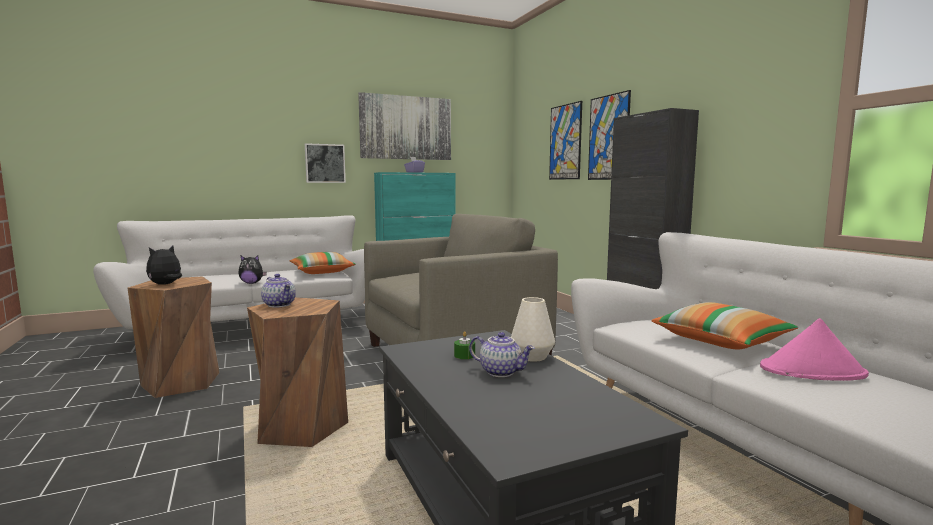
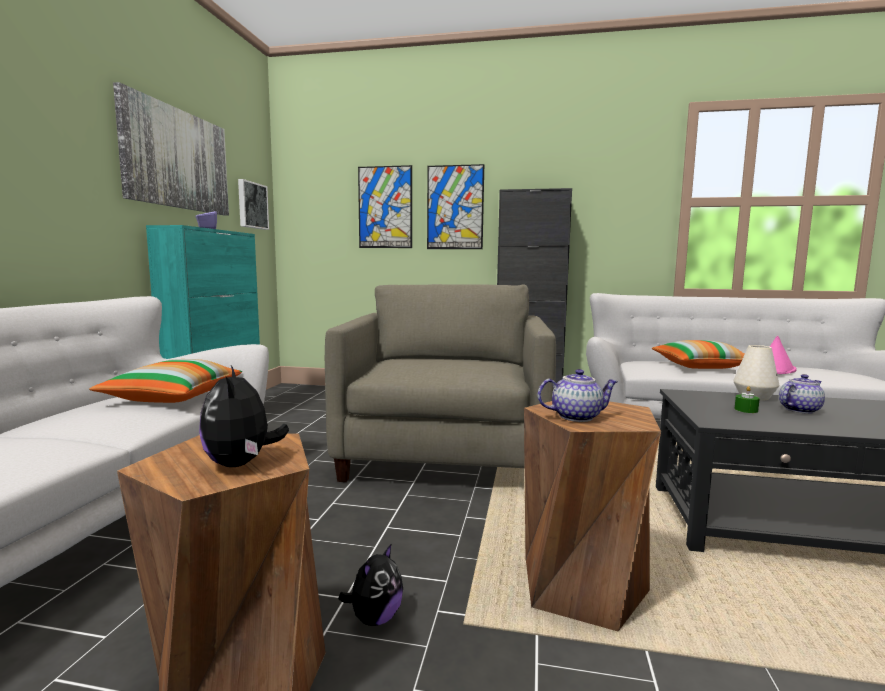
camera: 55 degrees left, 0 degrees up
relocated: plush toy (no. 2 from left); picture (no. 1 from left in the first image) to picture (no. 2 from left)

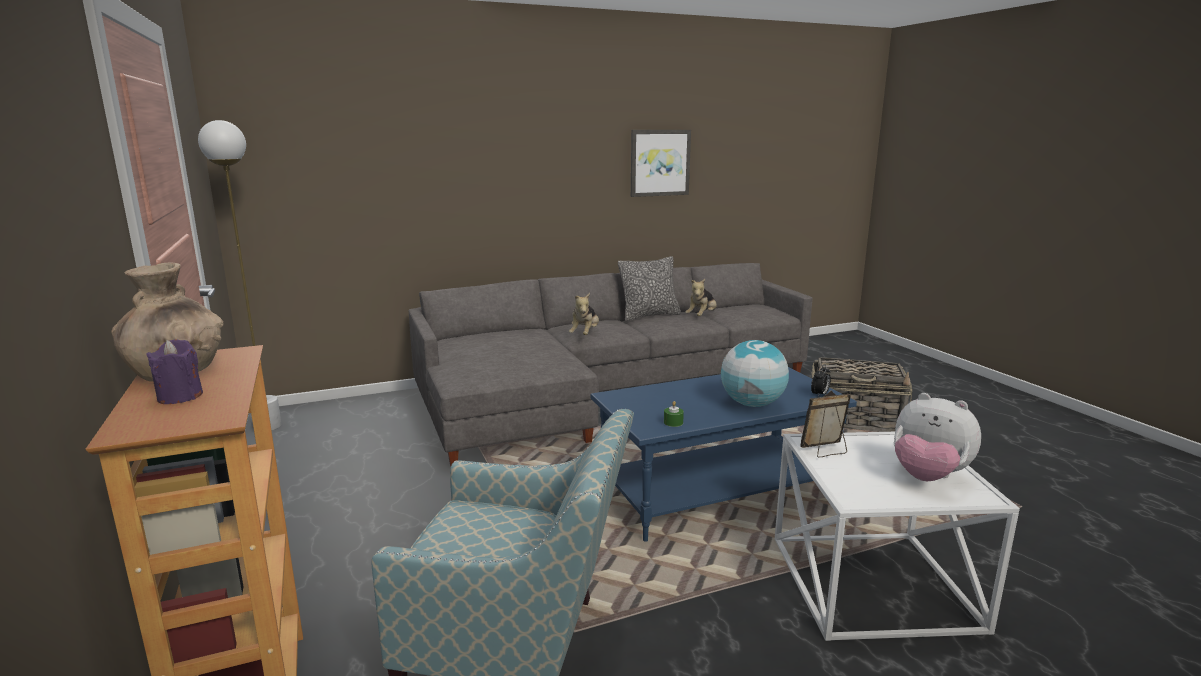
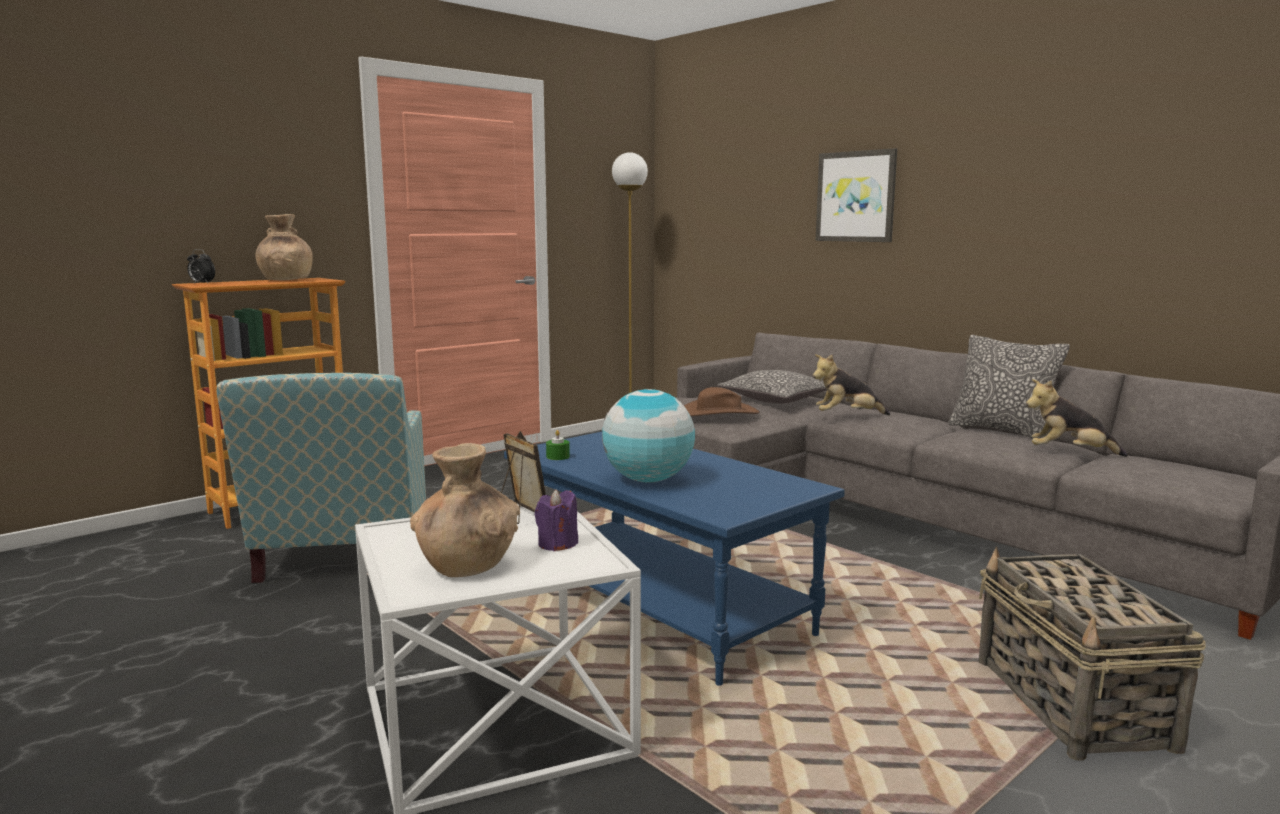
camera: 70 degrees right, 5 degrees down
appeared: brown hat; pillow (no. 1 from left)
relocated: purple candle; picture; alarm clock
exchanged: plush toy (no. 3 from left) to brown vase (no. 2 from left)

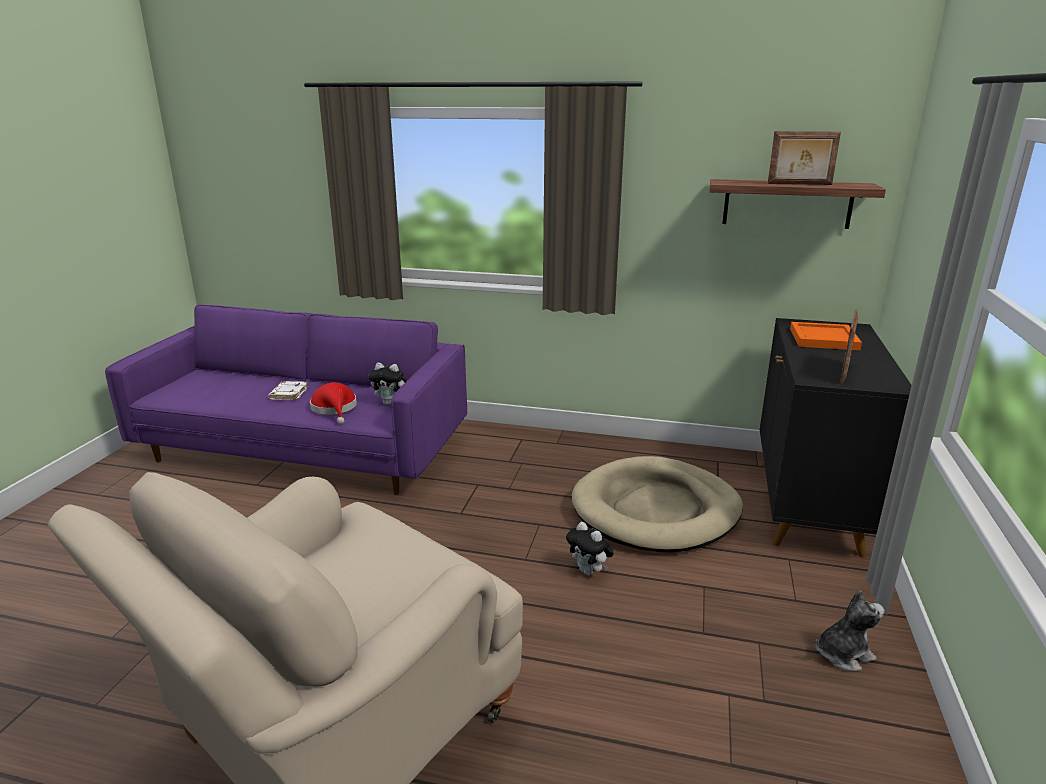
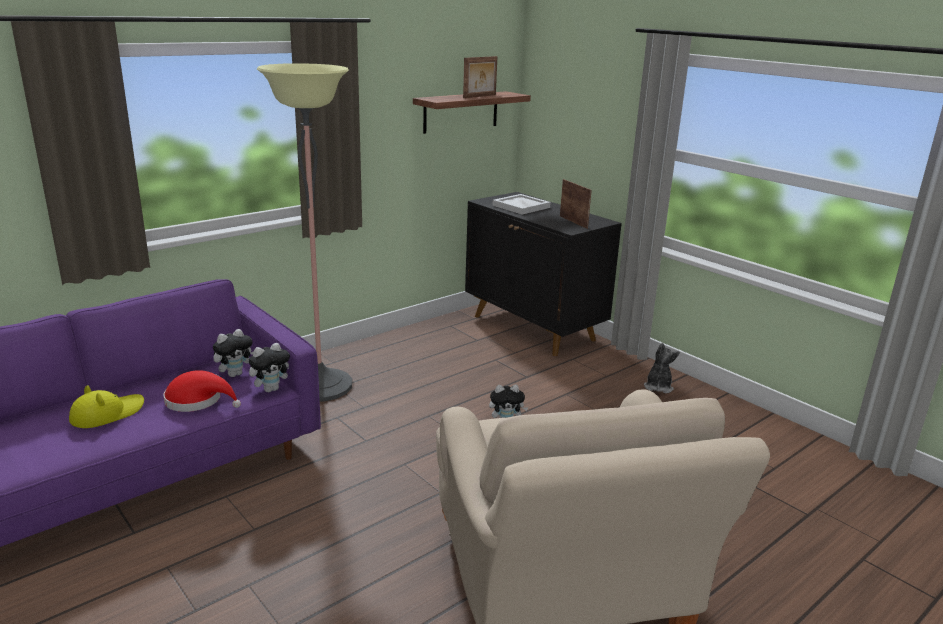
camera: 55 degrees left, 0 degrees up
missing: beige dog bed
appeared: plush toy (no. 2 from left); floor lamp
exchanged: white book to yellow hat
colour: orange tray to white tray

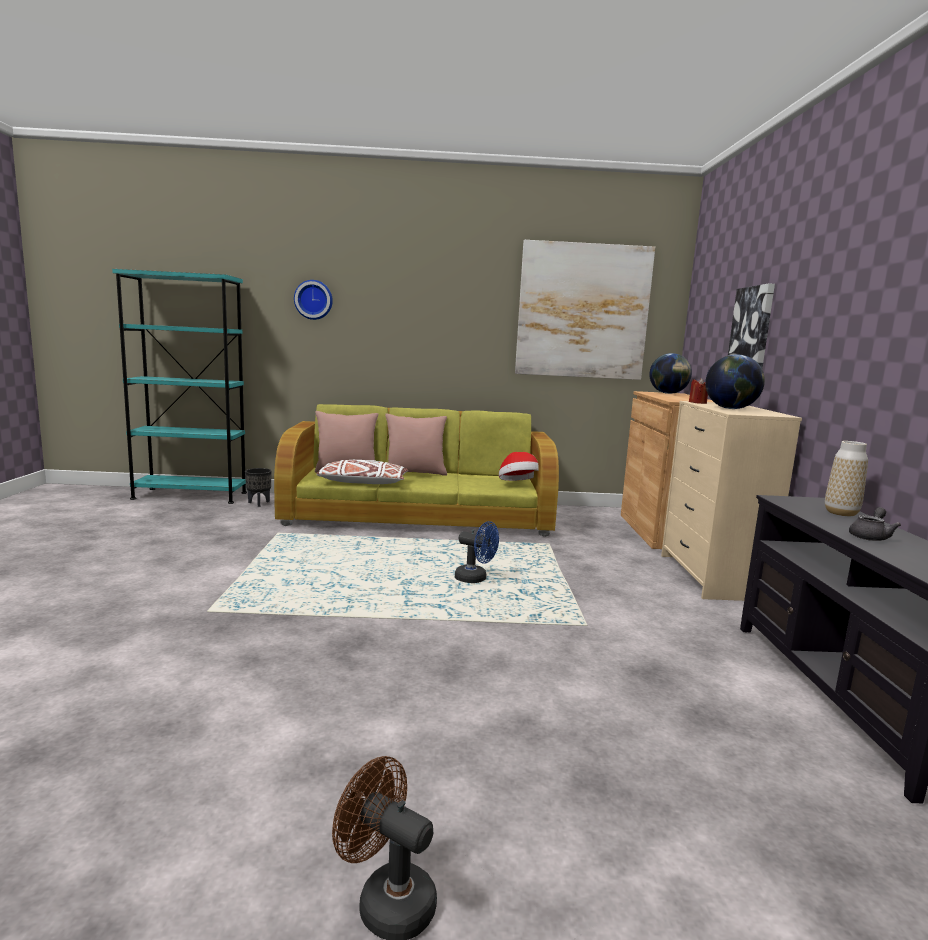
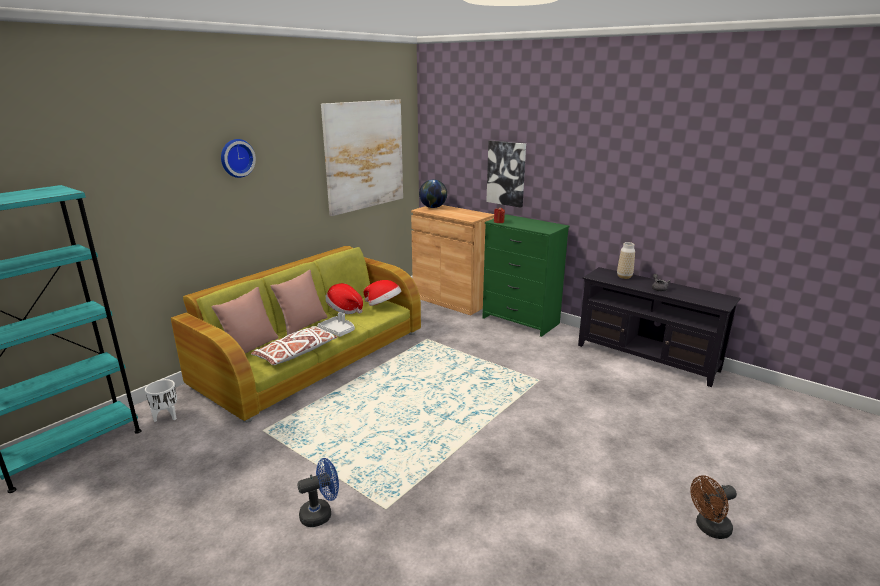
camera: 50 degrees left, 10 degrees up
missing: globe (no. 2 from left)
appeared: grey tray; hat (no. 1 from left)
relocated: wall clock; blue fan
colour: black planter to white planter; beige dresser to green dresser

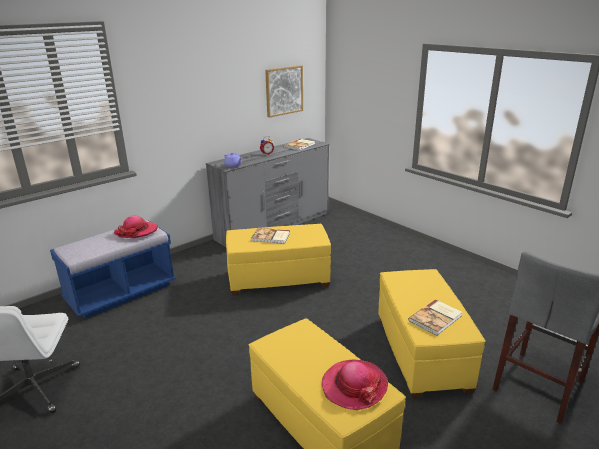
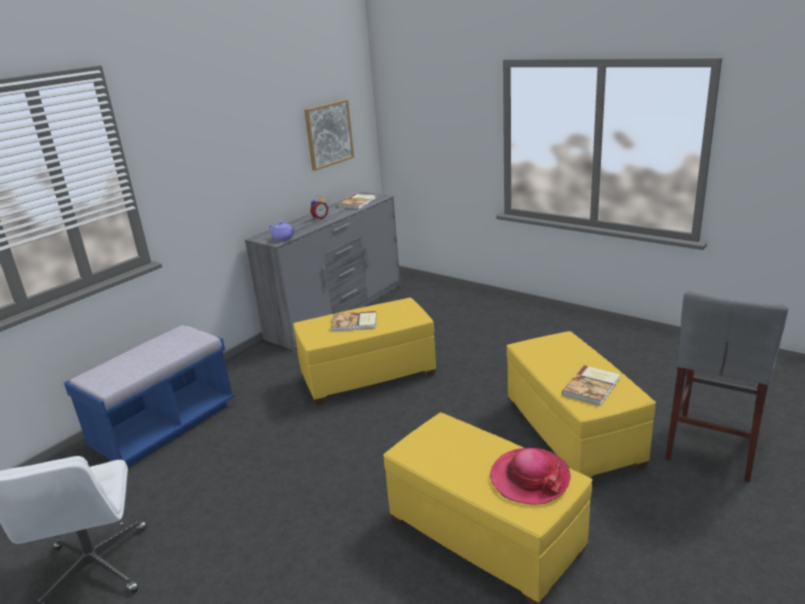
camera: 10 degrees left, 0 degrees up
missing: hat (no. 1 from left)

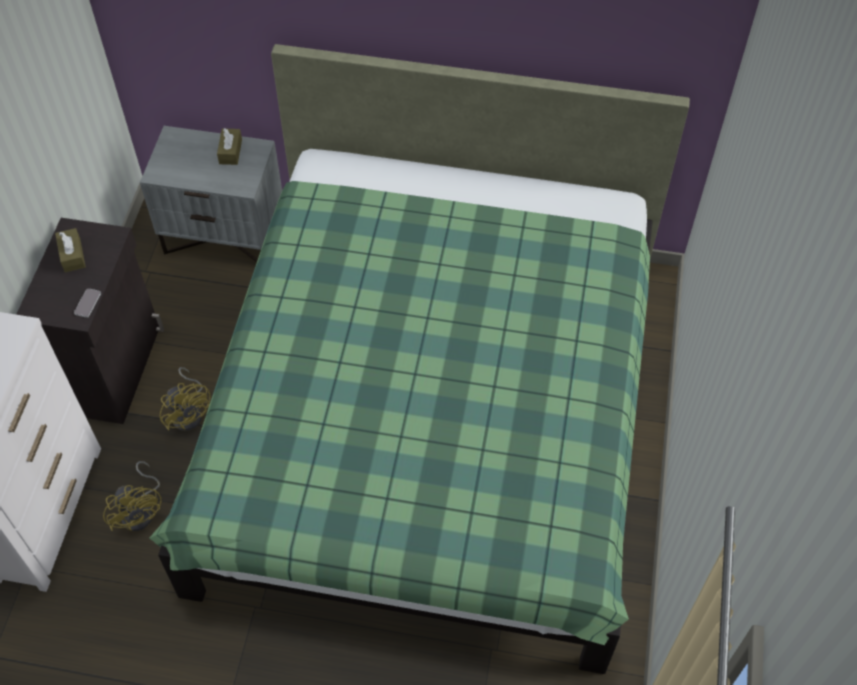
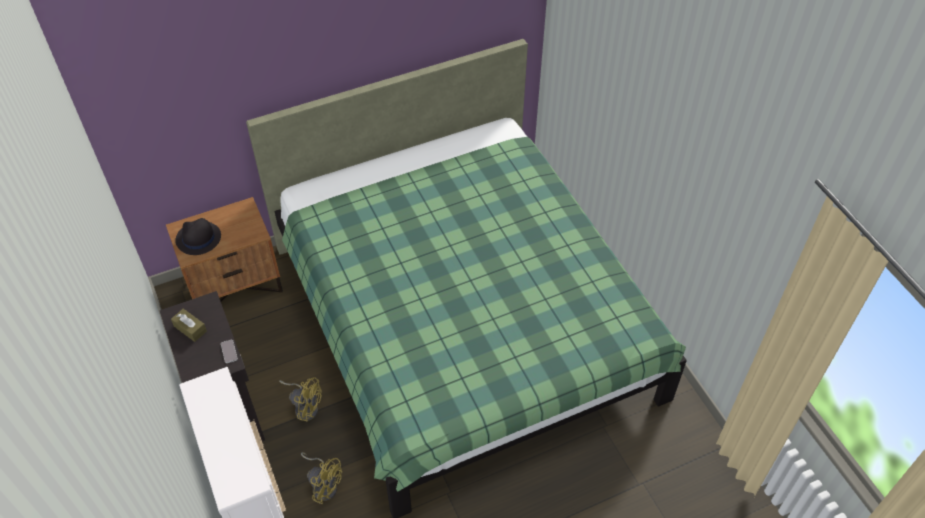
camera: 35 degrees left, 5 degrees down
missing: brown tissue box (no. 2 from left)
appeared: black hat
colour: grey nightstand to brown nightstand

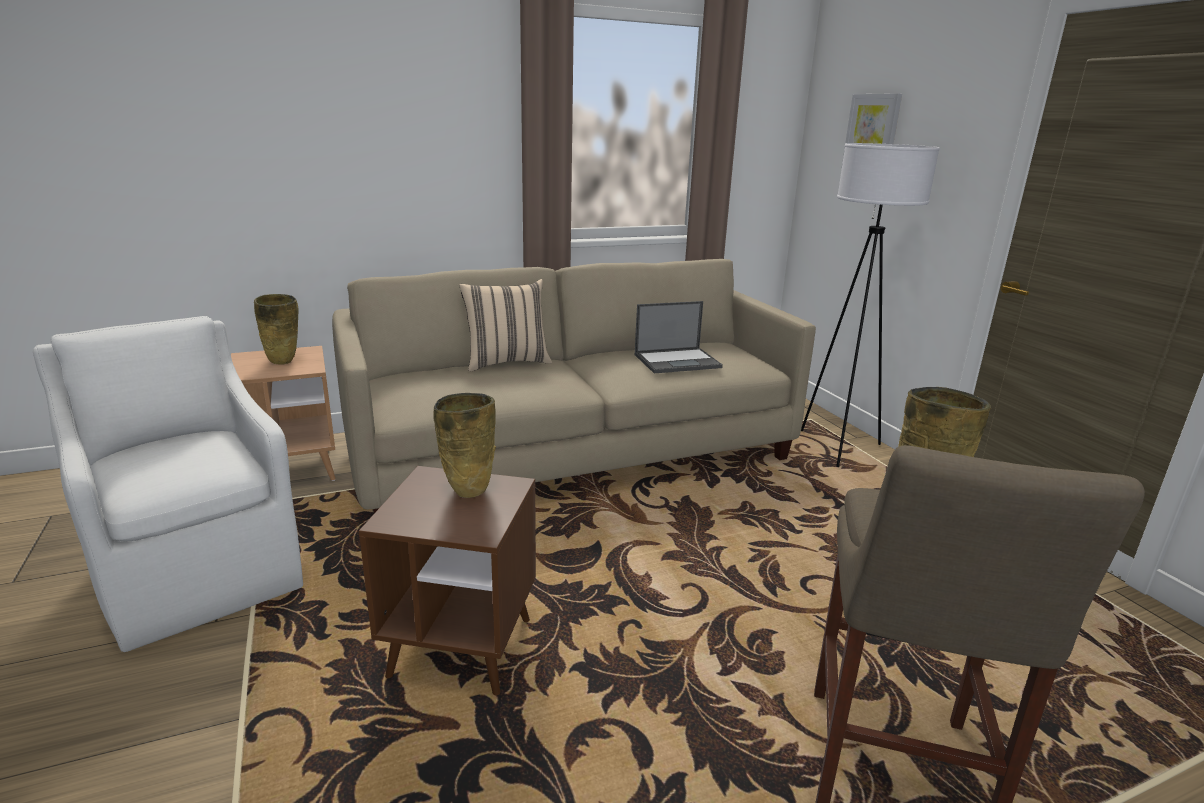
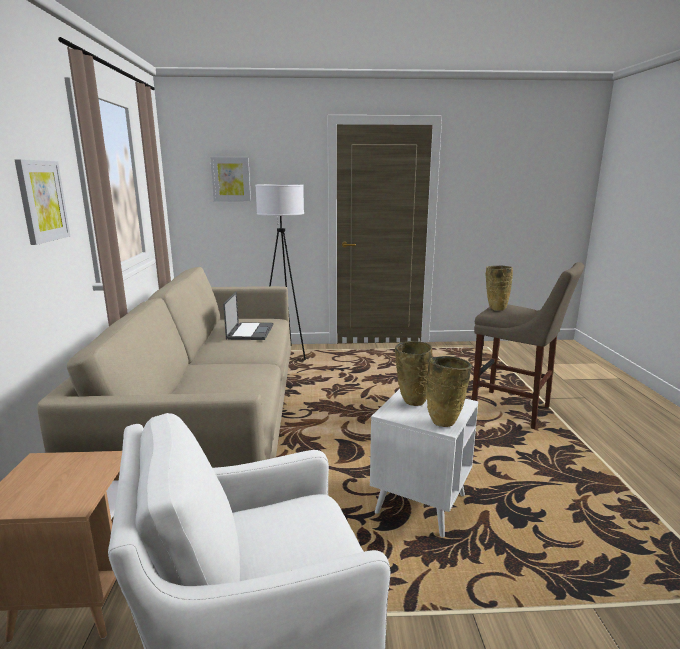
camera: 70 degrees left, 5 degrees down
missing: beige pillow
appeared: picture (no. 1 from left)
relocated: beige vase (no. 1 from left in the first image) to beige vase (no. 2 from left)
colour: brown side table (no. 2 from left) to white side table

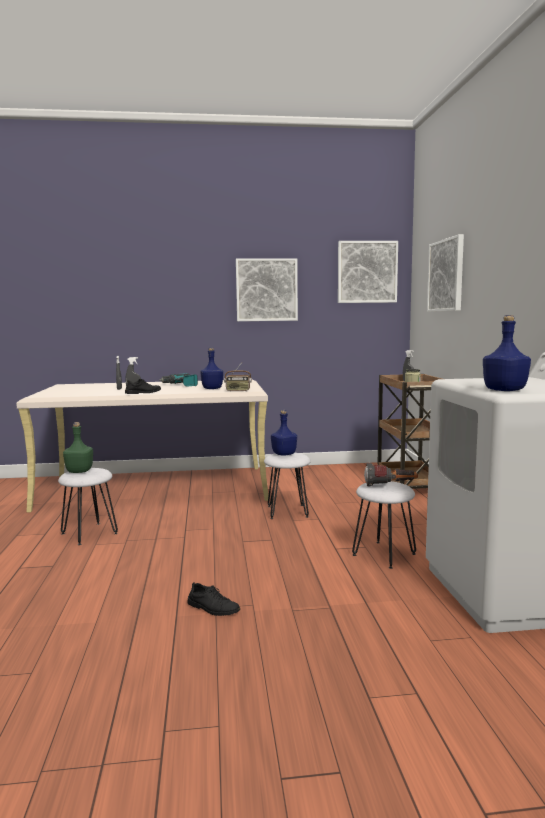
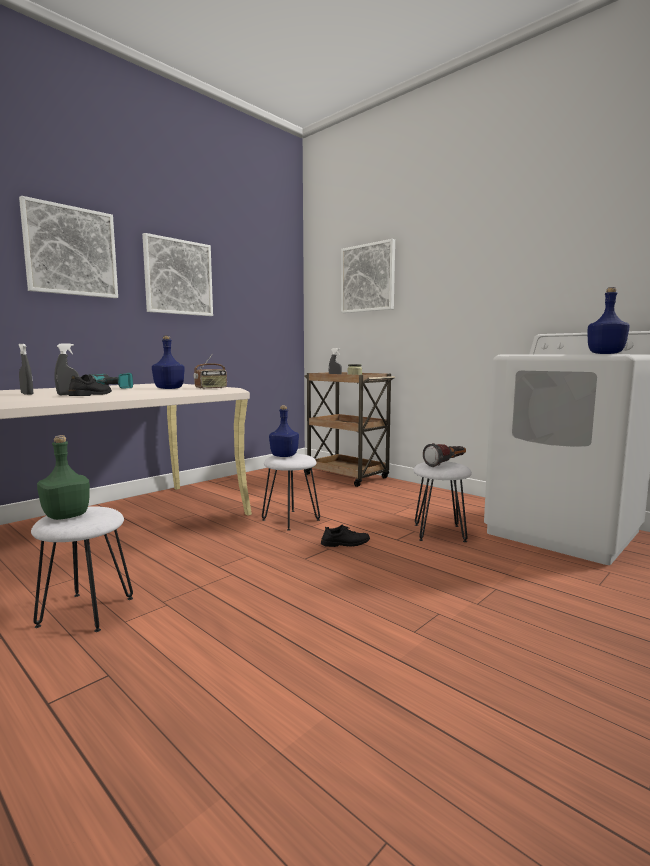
camera: 40 degrees left, 0 degrees up
relocated: black shoe (no. 2 from left); picture (no. 2 from left in the first image) to picture (no. 1 from left)

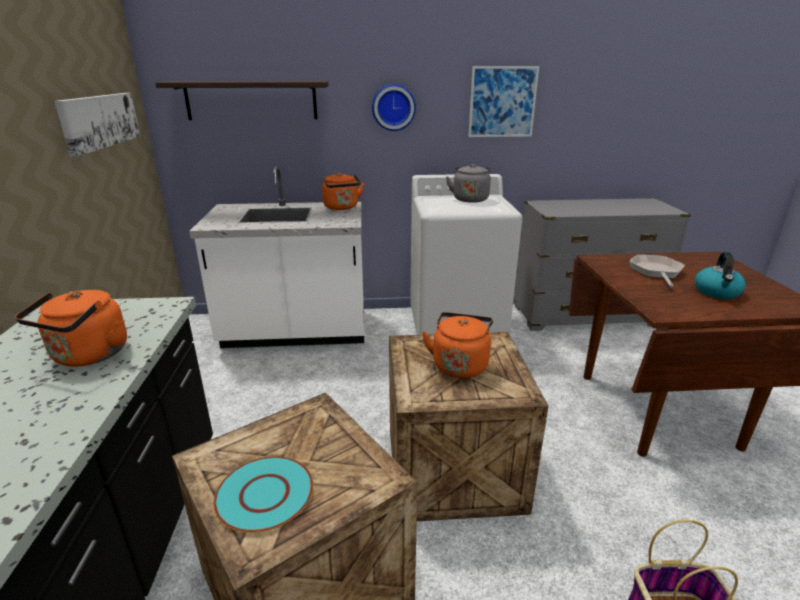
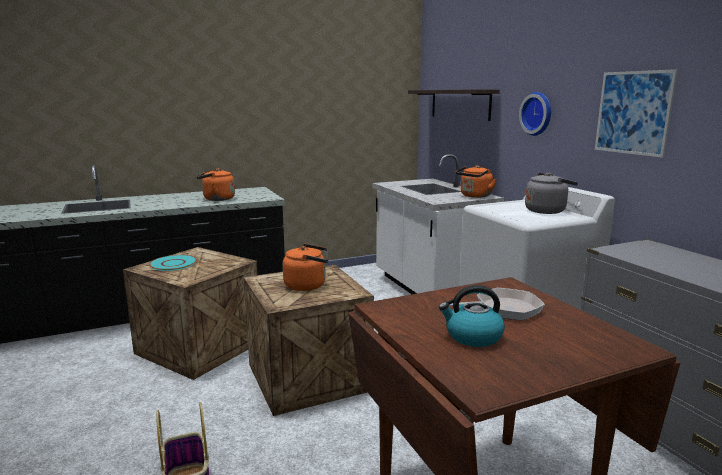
camera: 70 degrees right, 10 degrees down
missing: picture (no. 1 from left)

